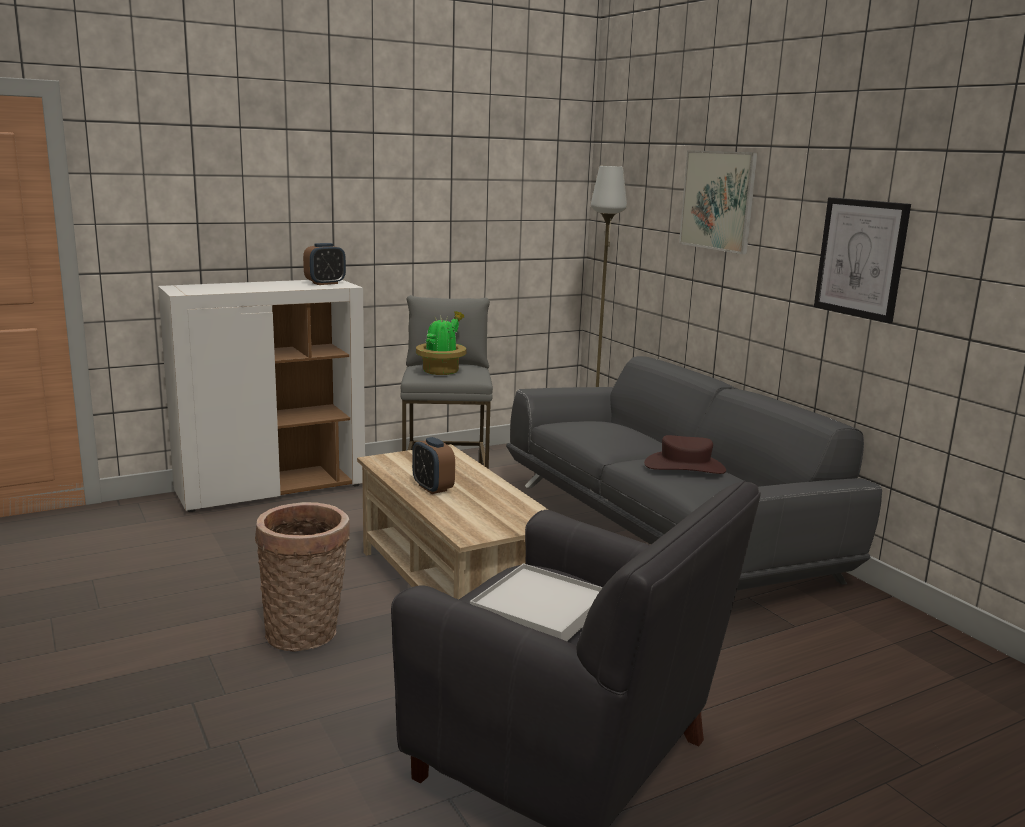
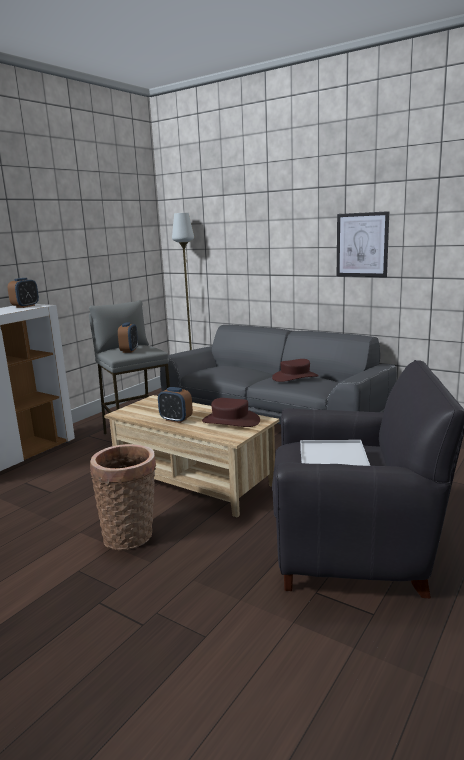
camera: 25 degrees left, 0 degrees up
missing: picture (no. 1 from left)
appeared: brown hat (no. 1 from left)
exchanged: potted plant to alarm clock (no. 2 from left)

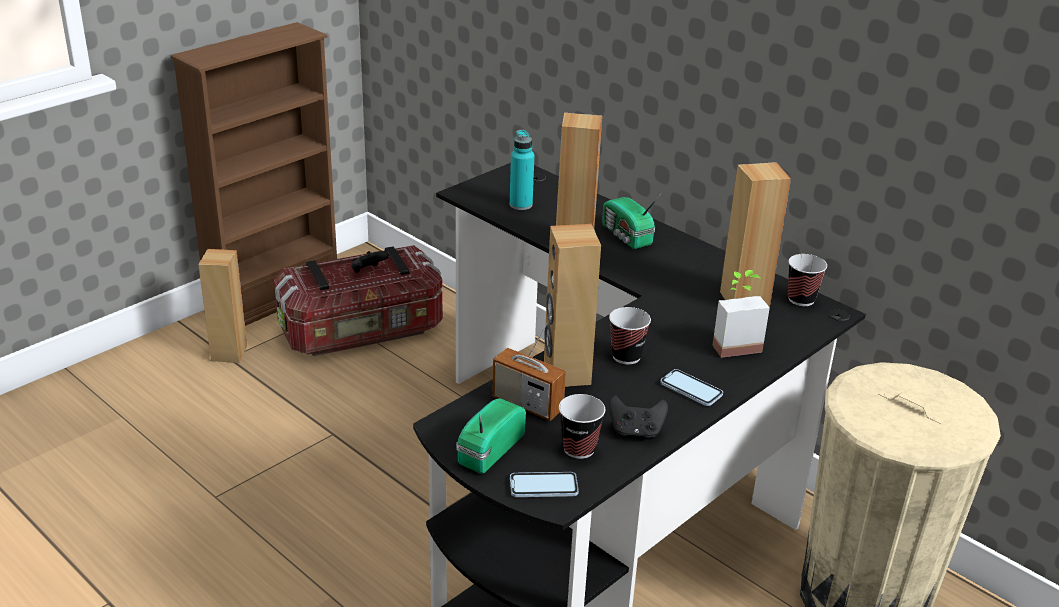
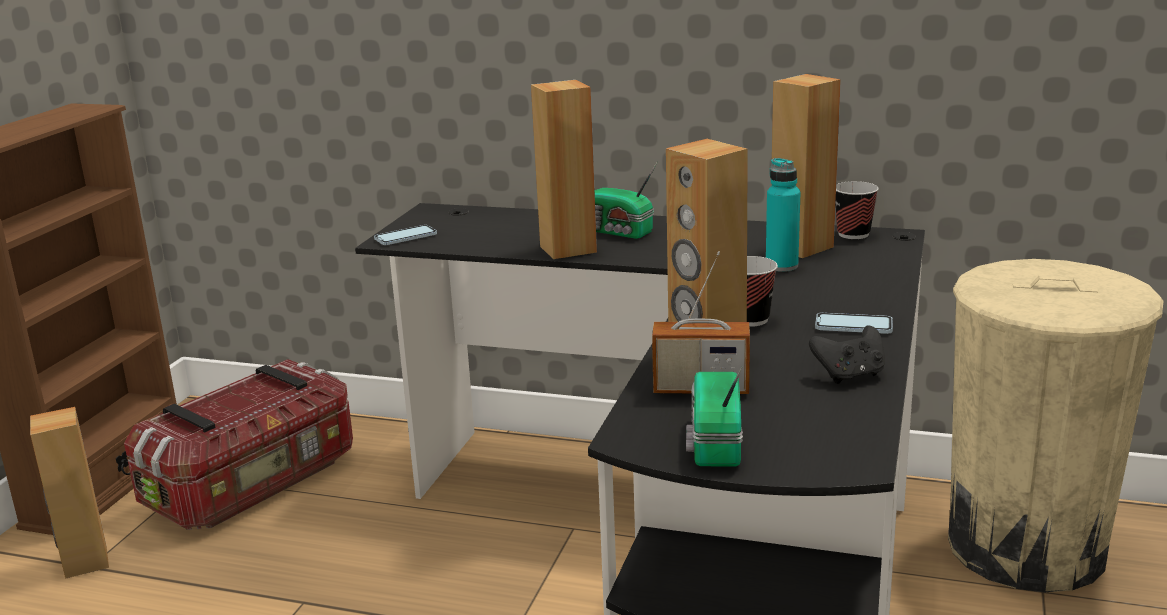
camera: 25 degrees left, 10 degrees down
missing: black game controller (no. 1 from left); cup (no. 1 from left); potted plant
relocated: turquoise bottle; phone (no. 1 from left)

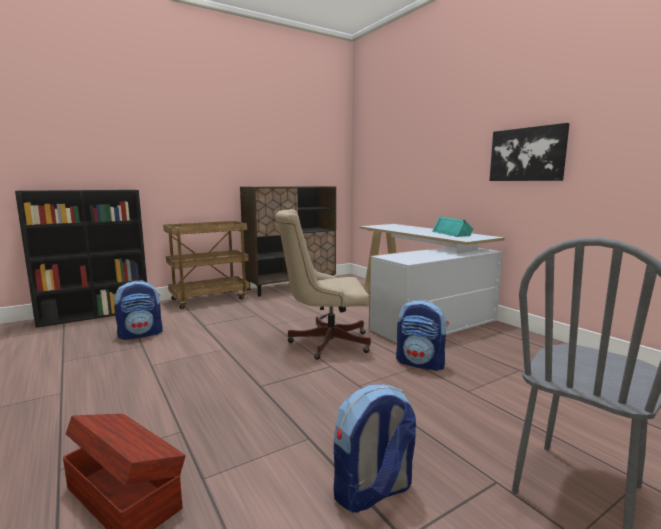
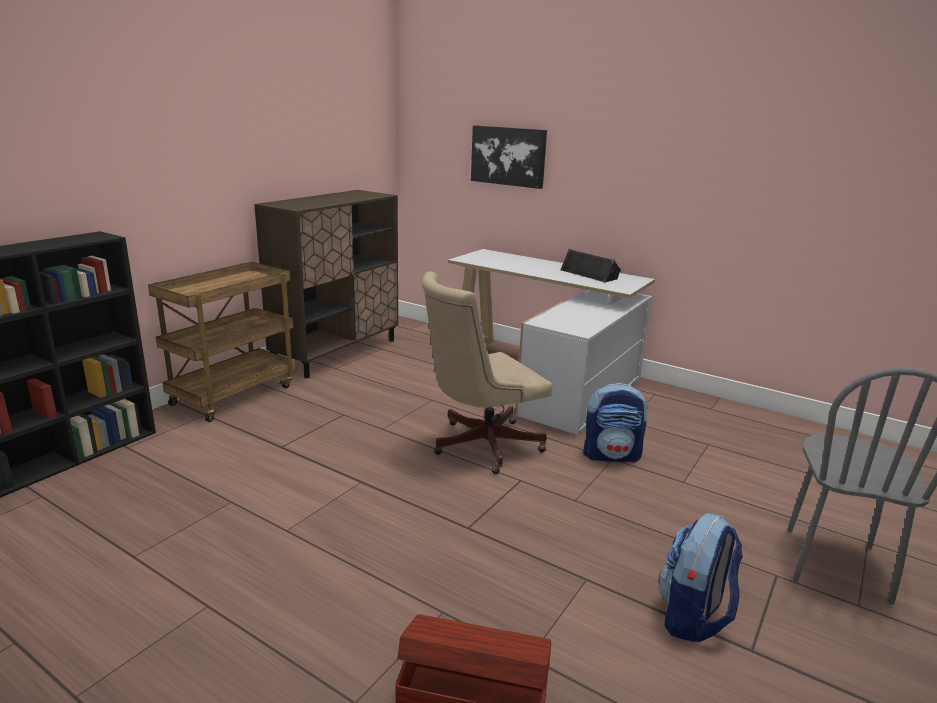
camera: 25 degrees left, 10 degrees up
missing: backpack (no. 1 from left)
relocated: picture
colour: turquoise speaker to black speaker

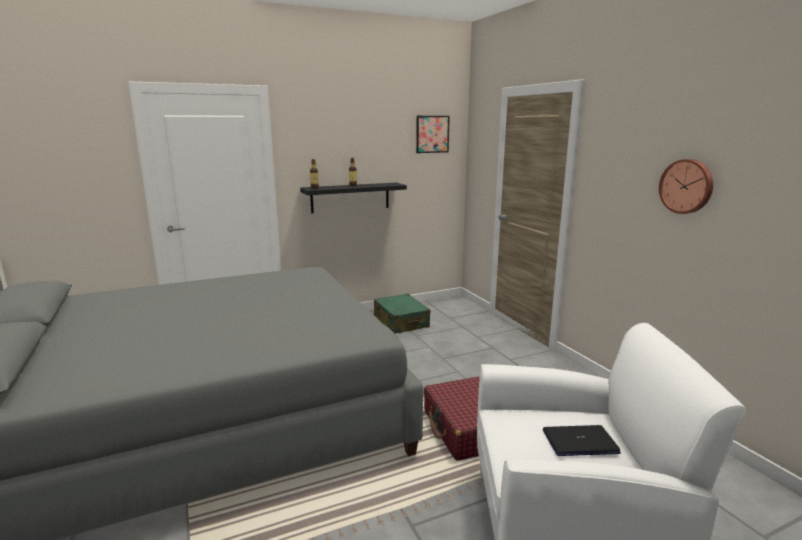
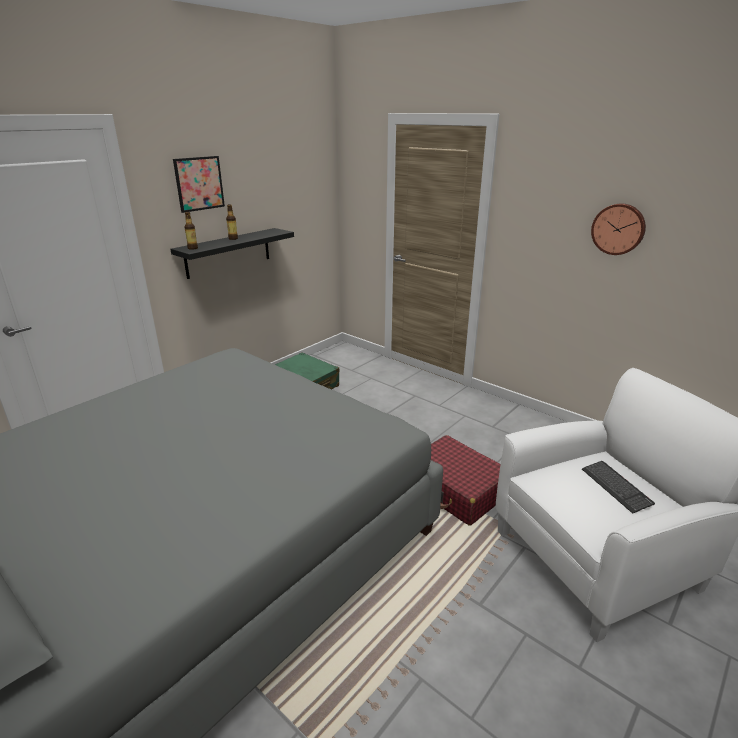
camera: 25 degrees left, 10 degrees up
relocated: picture
exchanged: laptop to keyboard

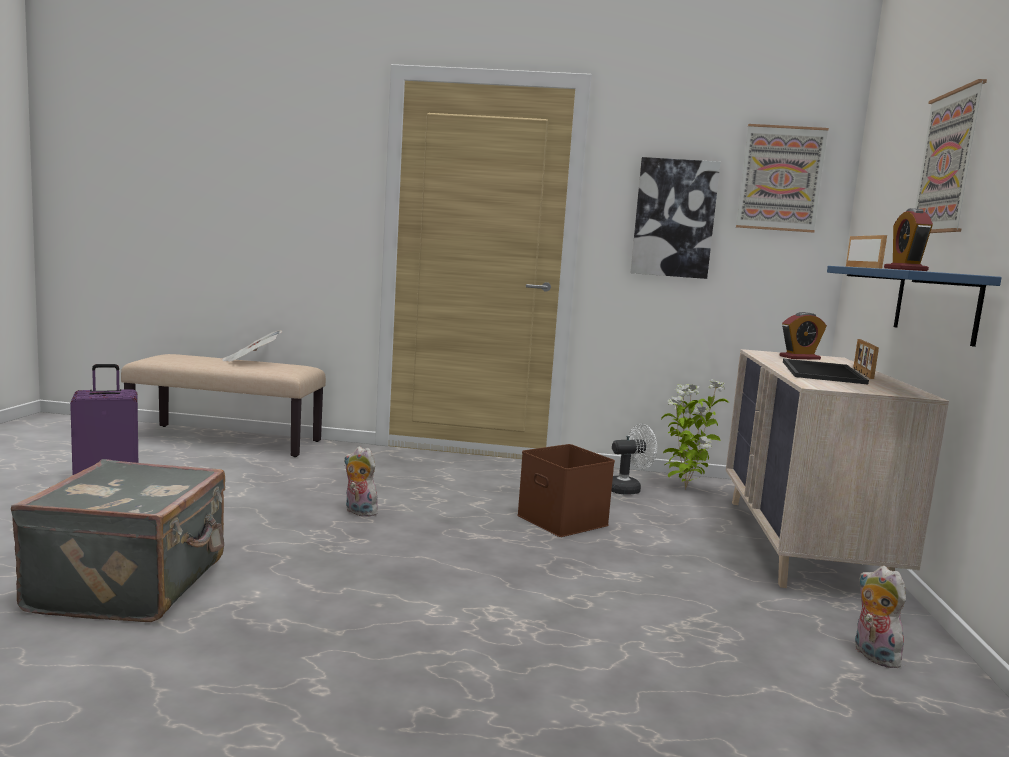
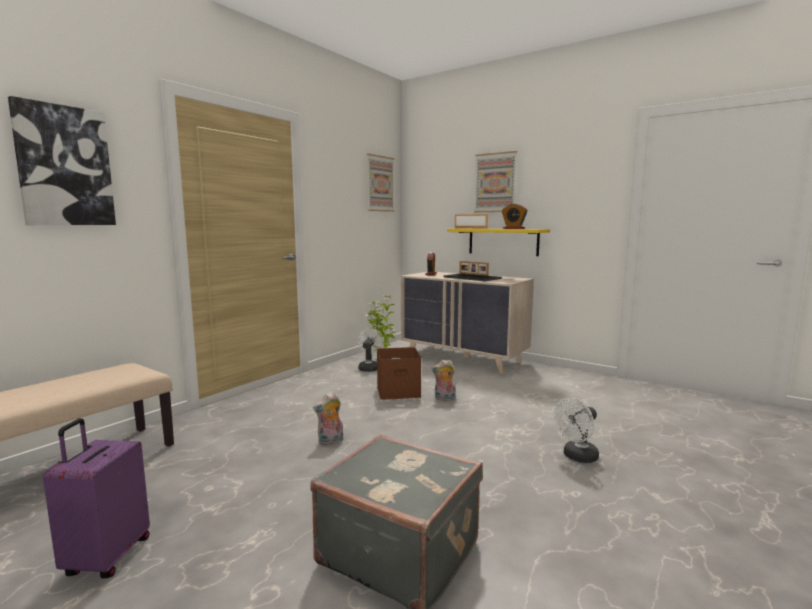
camera: 60 degrees left, 0 degrees up
missing: newspaper
appeared: white fan (no. 2 from left)
relocated: picture (no. 1 from left); plush toy (no. 2 from left)
colour: blue shelf to yellow shelf

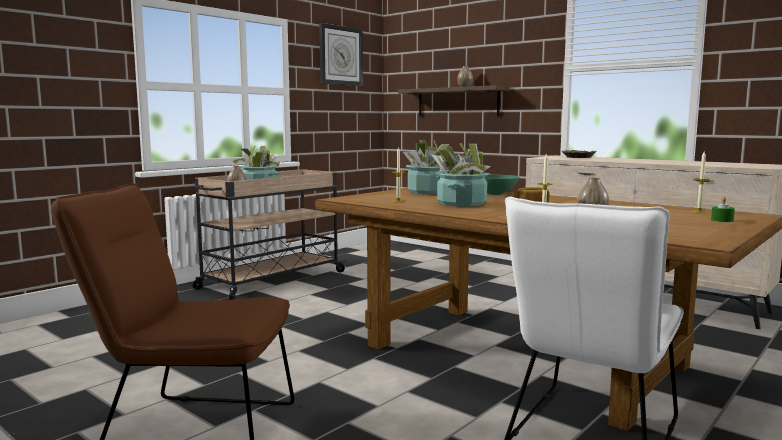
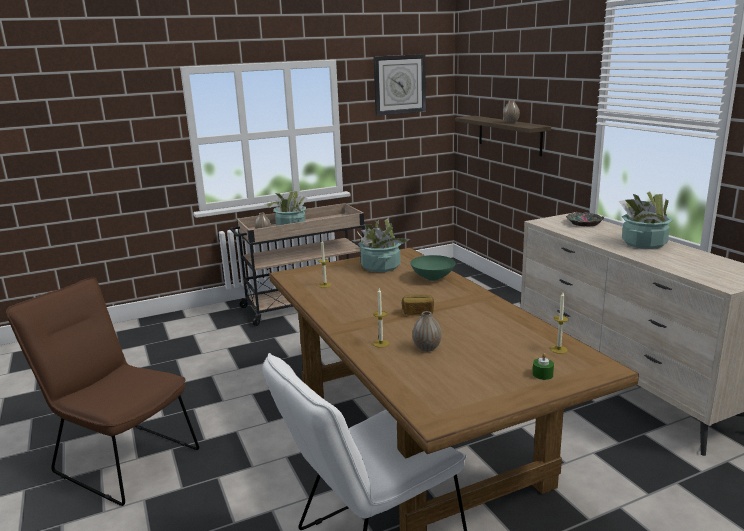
camera: 25 degrees right, 10 degrees up
relocated: potted plant (no. 3 from left)

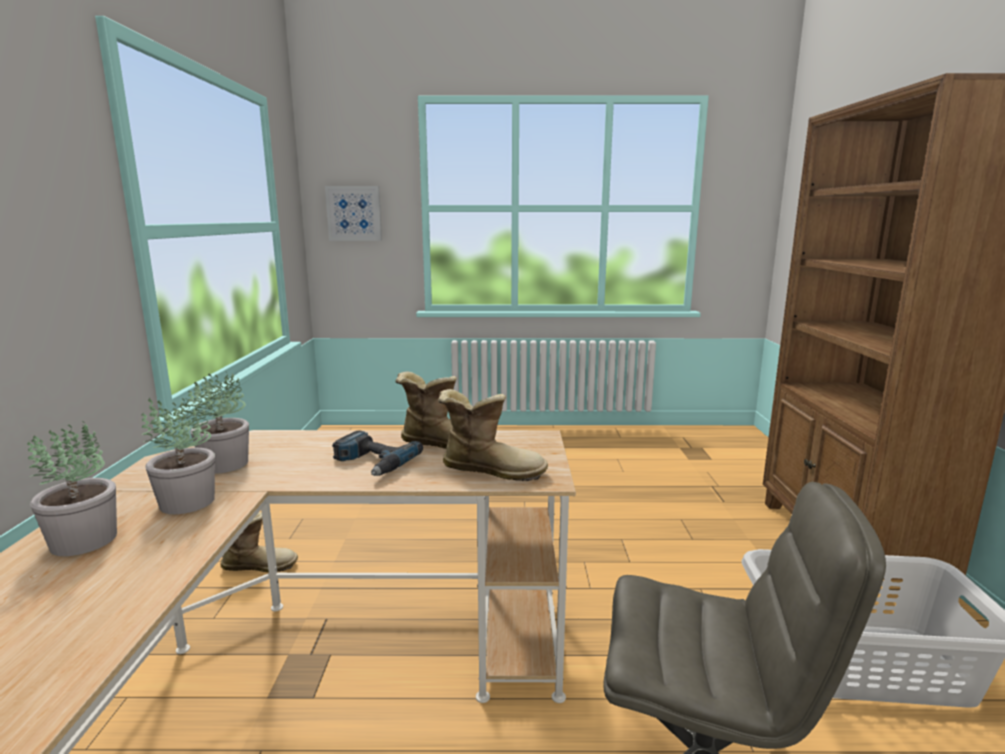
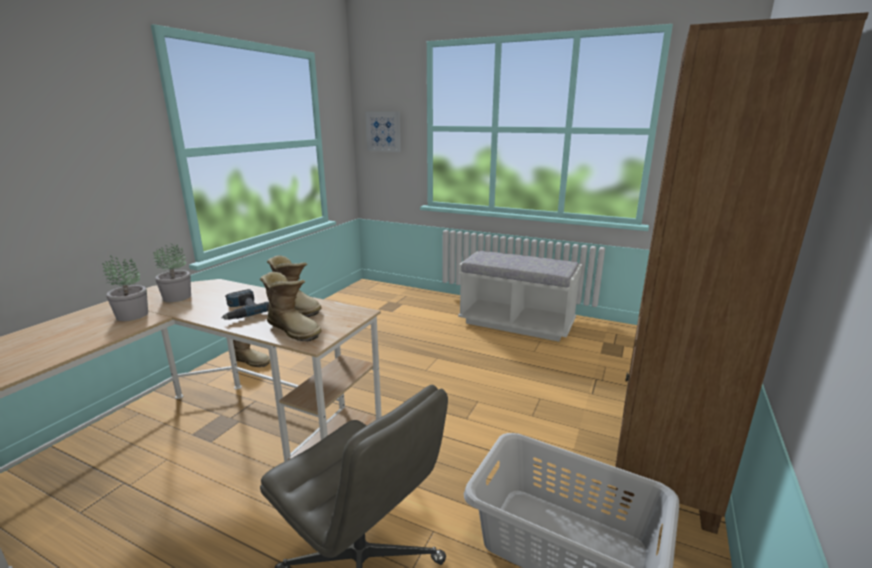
camera: 25 degrees right, 5 degrees up
missing: potted plant (no. 1 from left)
appeared: white bench

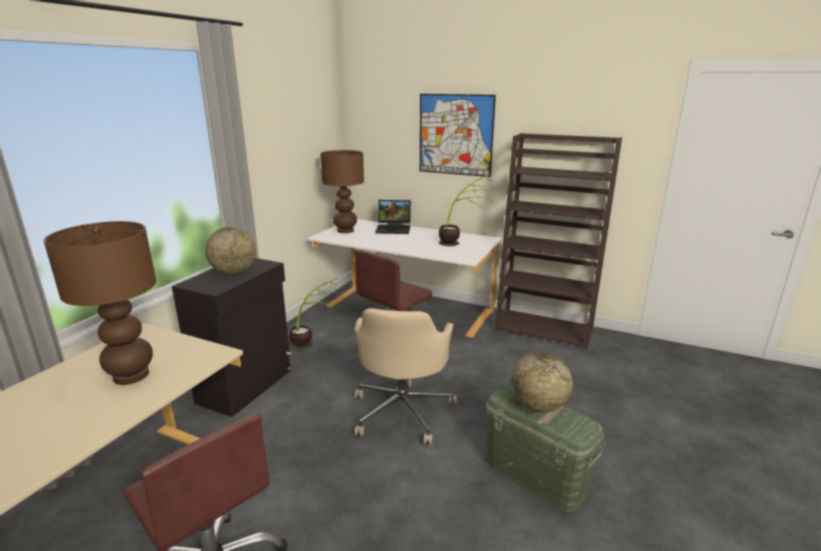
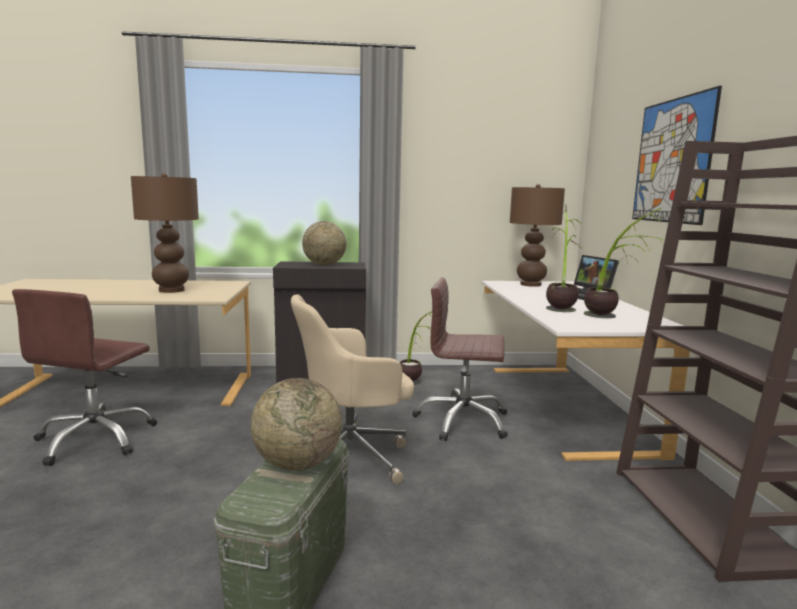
camera: 60 degrees right, 10 degrees down
appeared: potted plant (no. 2 from left)

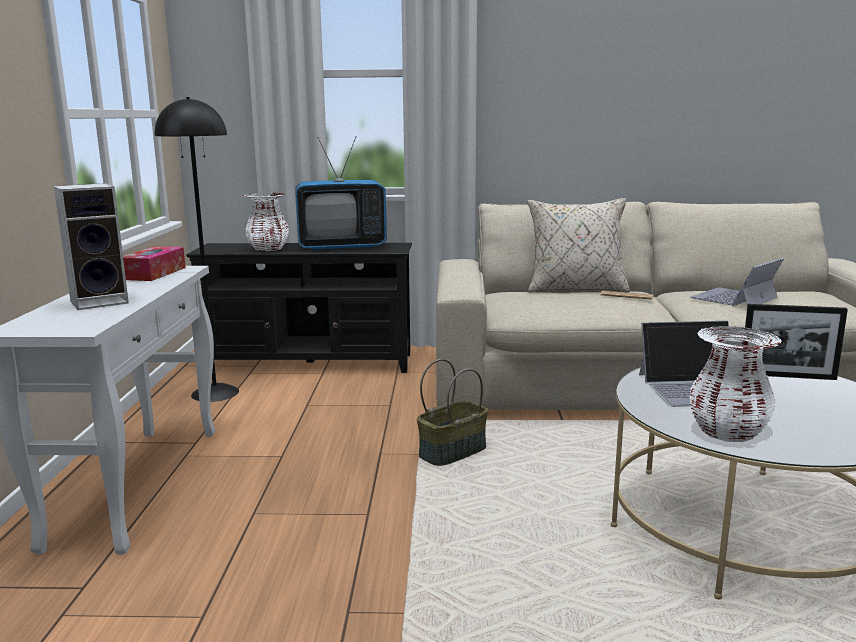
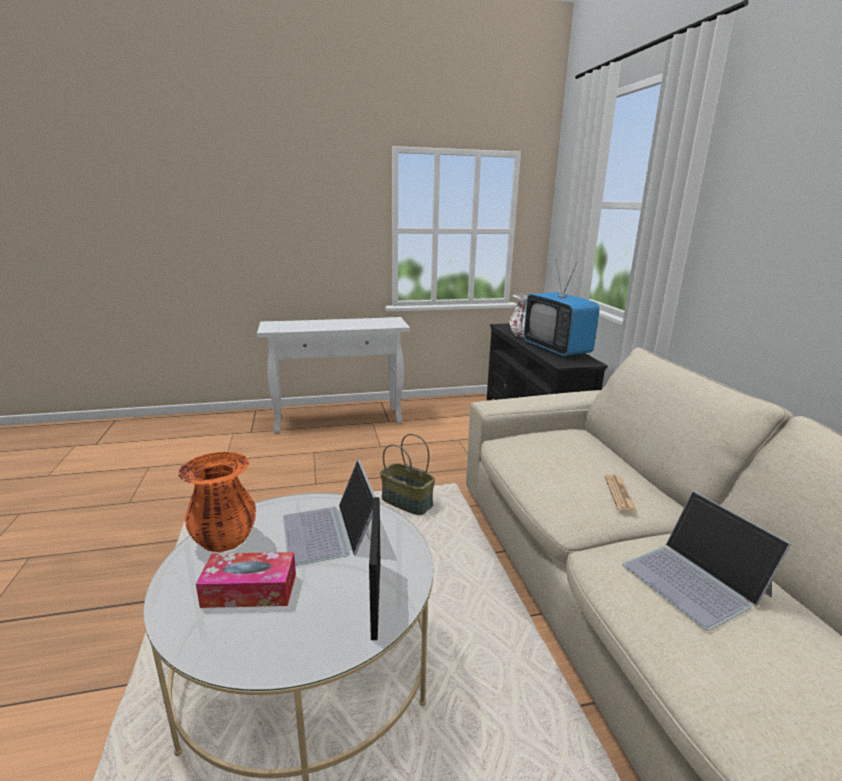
camera: 75 degrees right, 5 degrees up
missing: speaker; black floor lamp; beige pillow
relocated: tissue box
colour: white vase (no. 2 from left) to orange vase
spun: laptop (no. 2 from left) 150 degrees counterclockwise

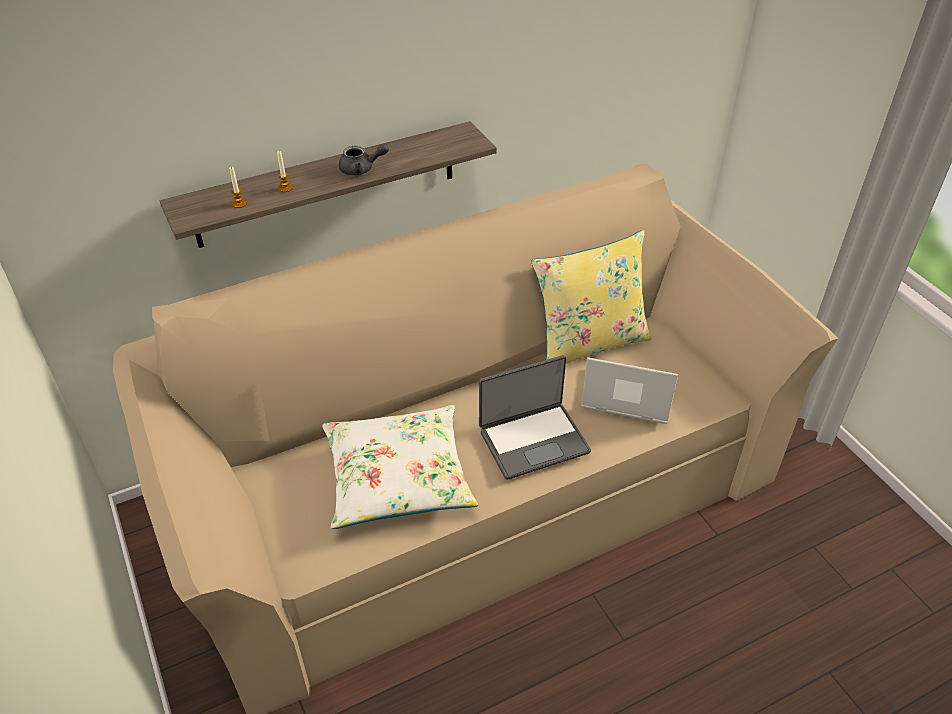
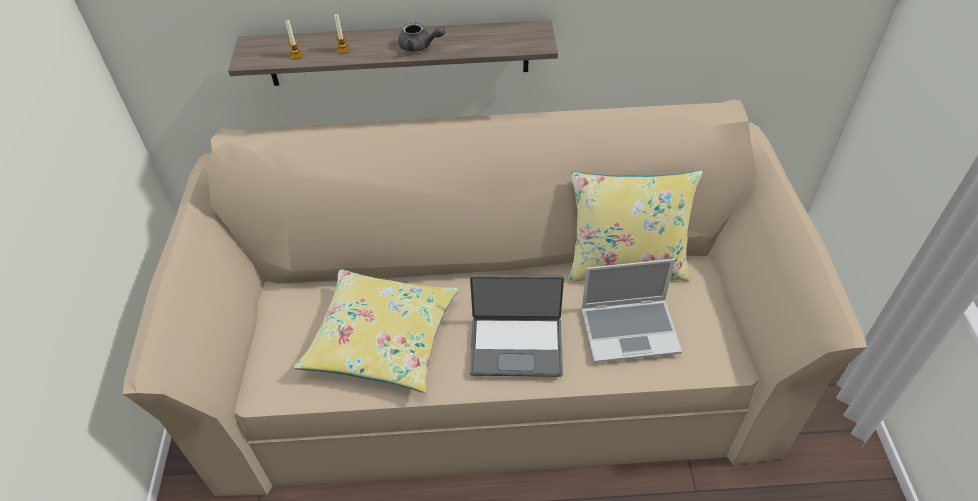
camera: 25 degrees right, 5 degrees up
colour: white pillow to yellow pillow (no. 1 from left)
spun: laptop (no. 2 from left) 135 degrees clockwise

